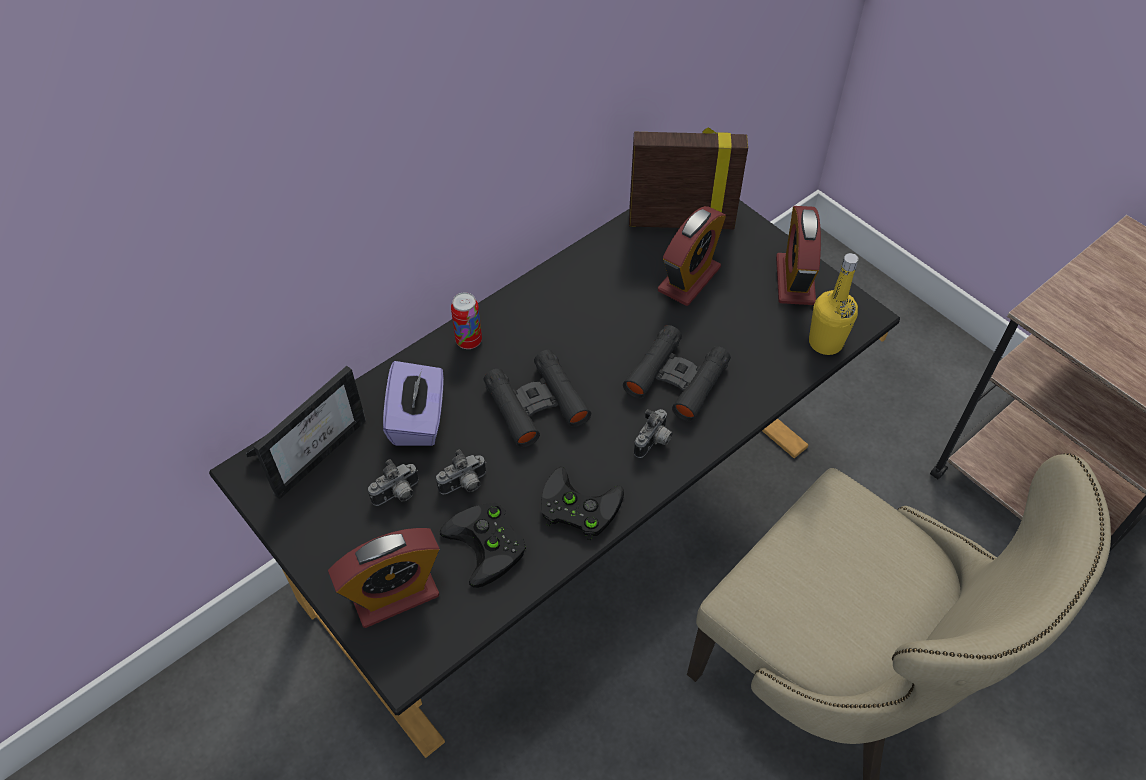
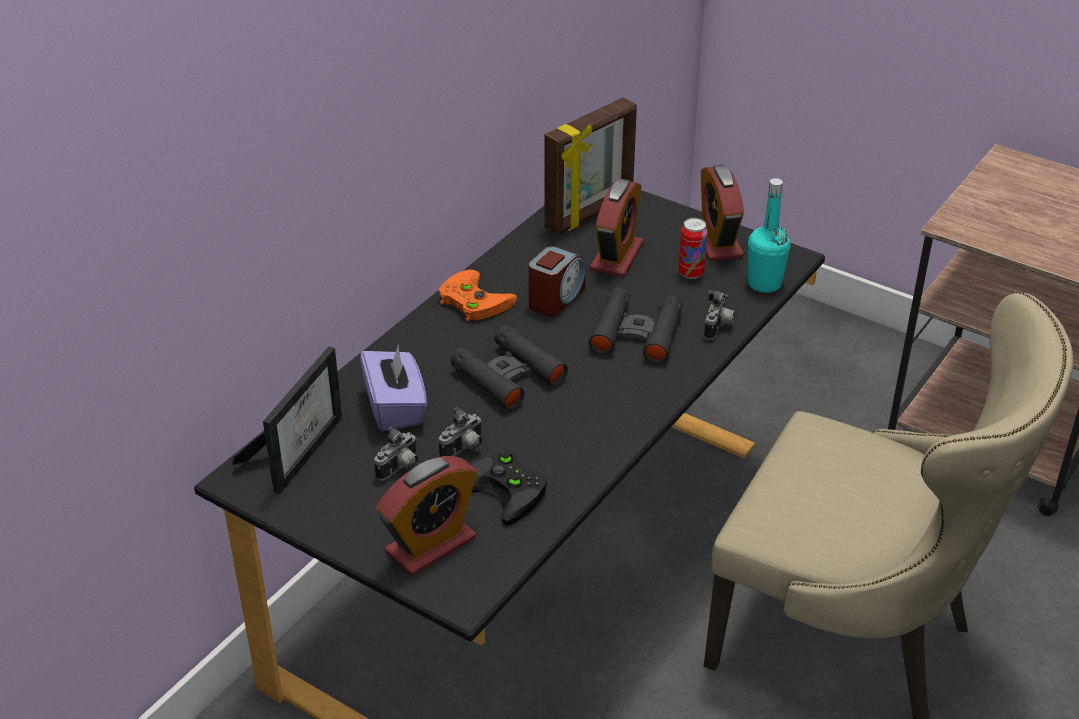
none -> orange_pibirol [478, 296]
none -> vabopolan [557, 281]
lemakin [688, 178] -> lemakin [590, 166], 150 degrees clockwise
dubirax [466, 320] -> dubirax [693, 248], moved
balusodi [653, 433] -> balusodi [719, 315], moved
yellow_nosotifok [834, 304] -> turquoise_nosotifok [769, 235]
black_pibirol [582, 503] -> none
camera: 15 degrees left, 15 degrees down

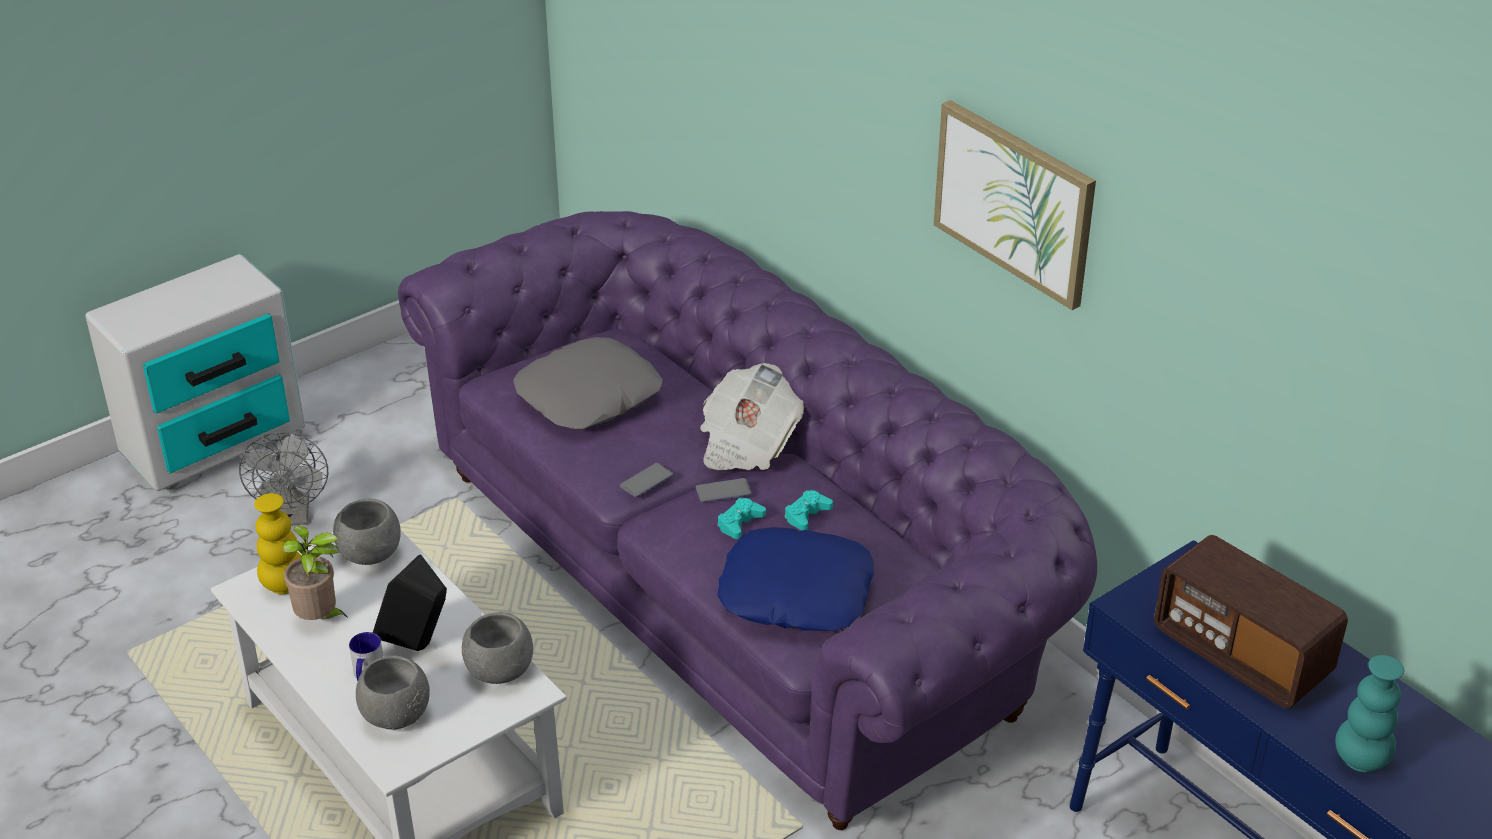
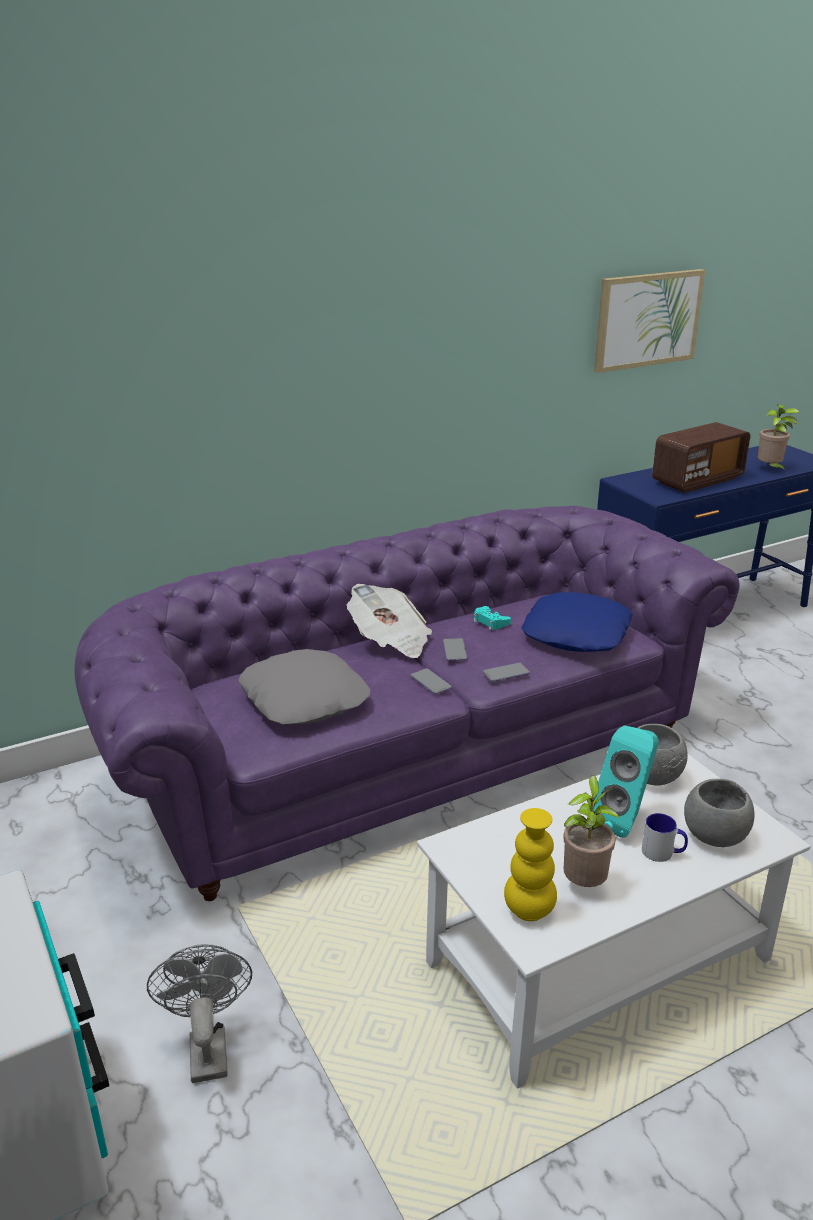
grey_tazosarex [283, 479] -> grey_tazosarex [199, 1013], 105 degrees counterclockwise
none -> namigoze [506, 672]
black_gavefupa [410, 602] -> turquoise_gavefupa [626, 781]
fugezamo [1015, 205] -> fugezamo [649, 321], moved
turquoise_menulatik [1369, 713] -> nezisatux [779, 438]
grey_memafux [367, 532] -> none
turquoise_pibirol [741, 518] -> none
camera: 80 degrees left, 10 degrees down

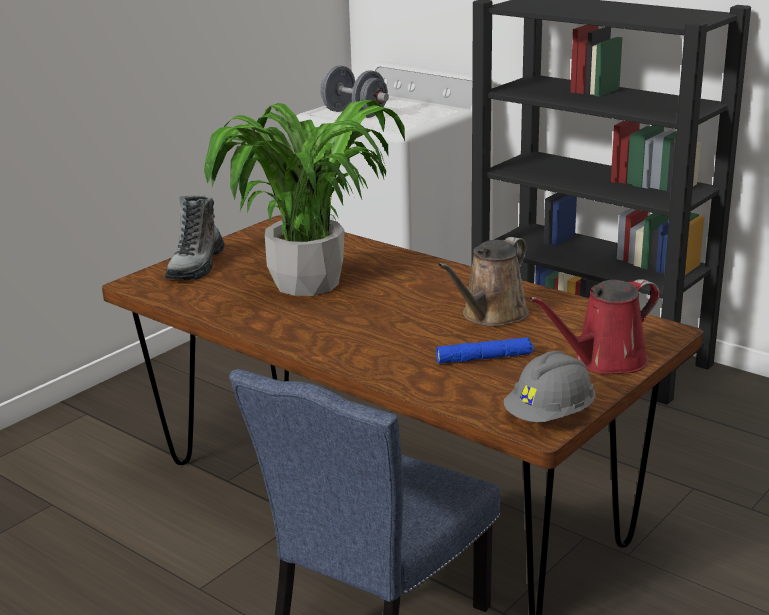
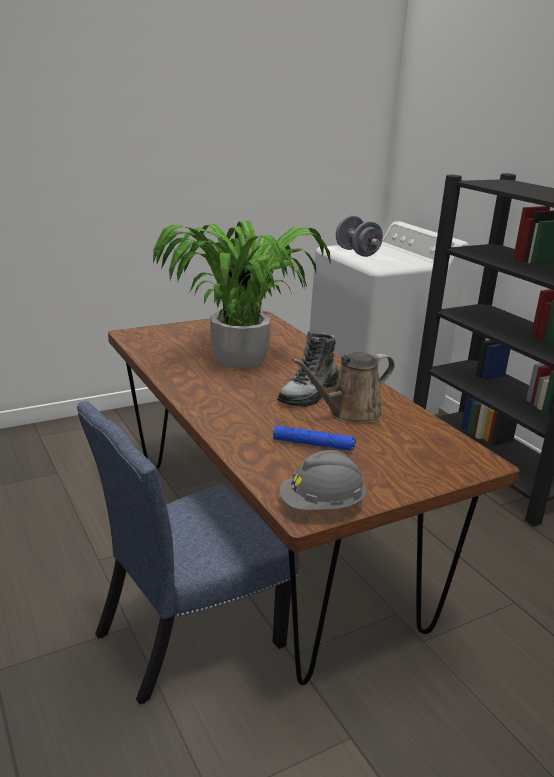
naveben [195, 237] -> naveben [308, 369], moved
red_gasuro [594, 326] -> none
camera: 20 degrees right, 0 degrees up

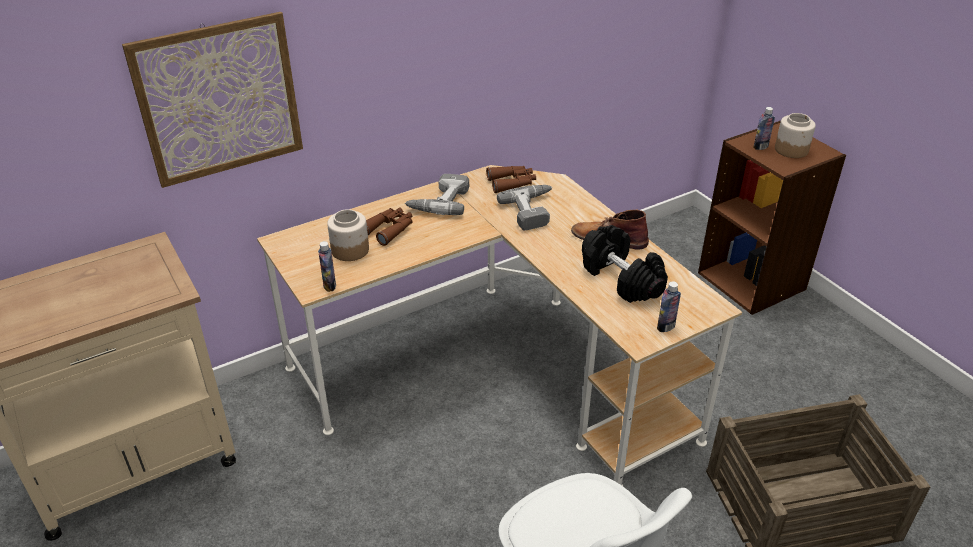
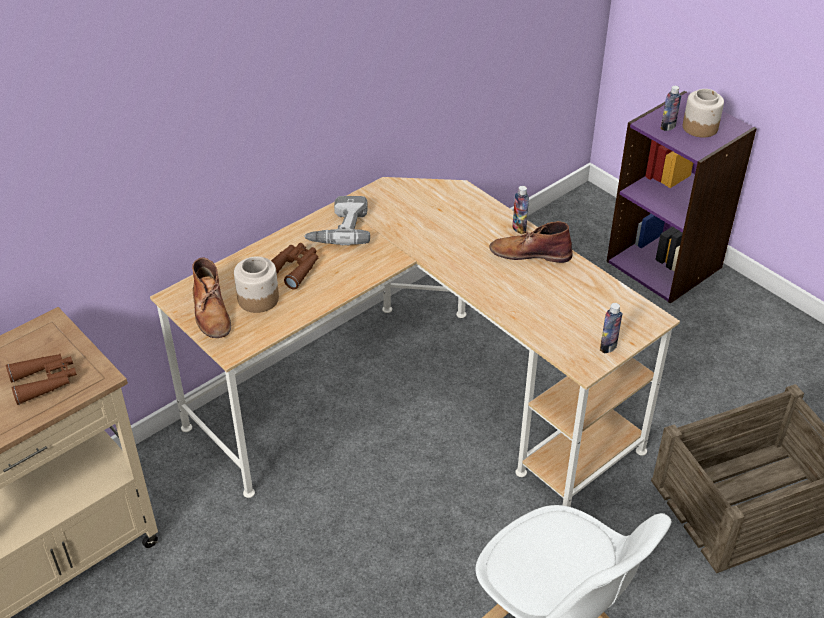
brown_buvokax [511, 179] -> brown_buvokax [41, 379], moved
none -> brown_naveben [211, 298]
nosotifok [327, 266] -> nosotifok [520, 210], moved
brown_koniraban [772, 218] -> purple_koniraban [681, 197]
fugezamo [212, 100] -> none
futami [524, 208] -> none
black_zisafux [625, 264] -> none
camera: 10 degrees left, 5 degrees up

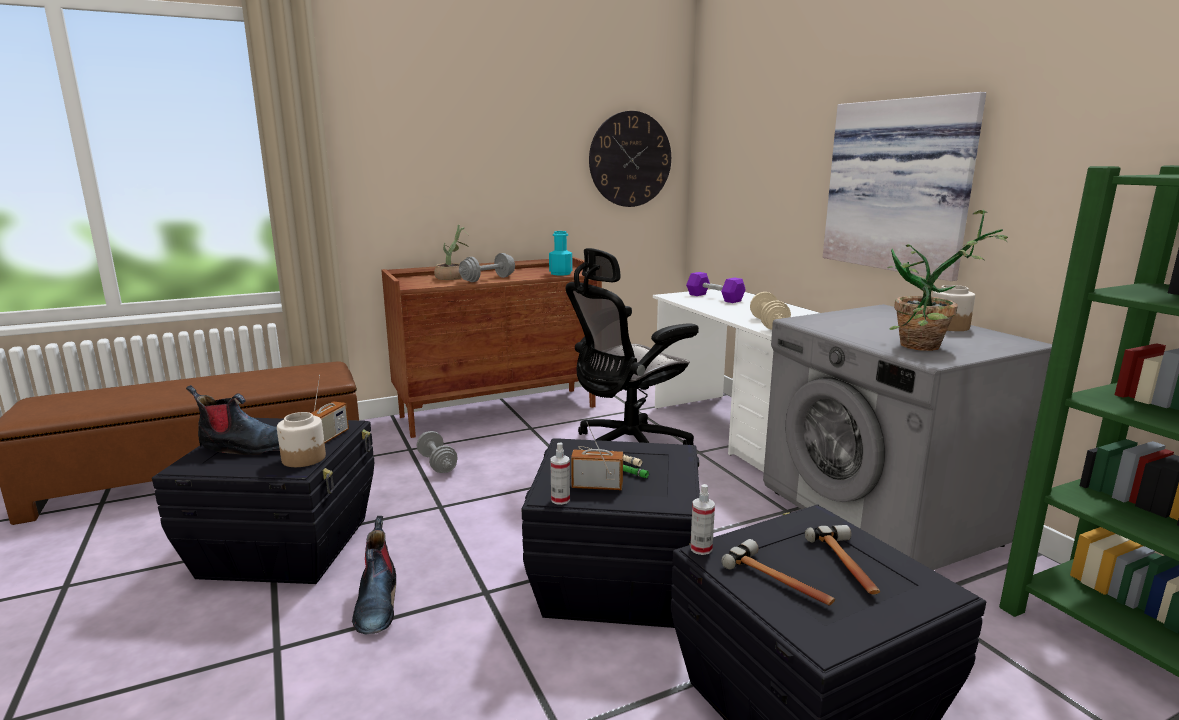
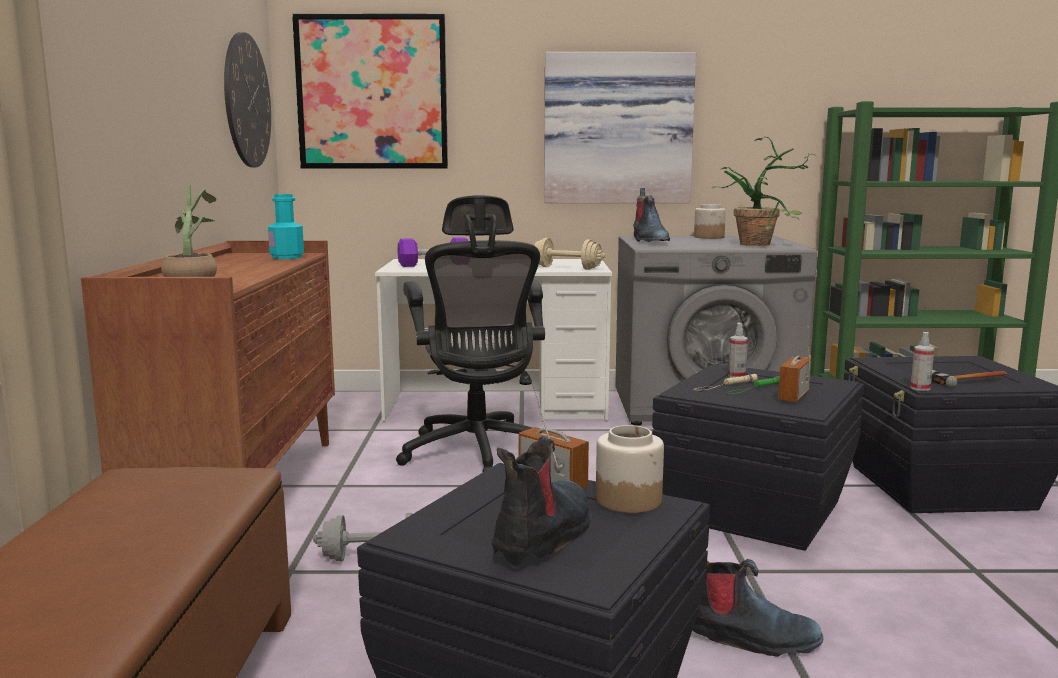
none -> fugezamo [370, 90]
none -> naveben [651, 215]
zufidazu [560, 473] -> zufidazu [738, 350], moved
grey_zisafux [487, 267] -> none
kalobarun [842, 559] -> none
camera: 65 degrees left, 5 degrees down

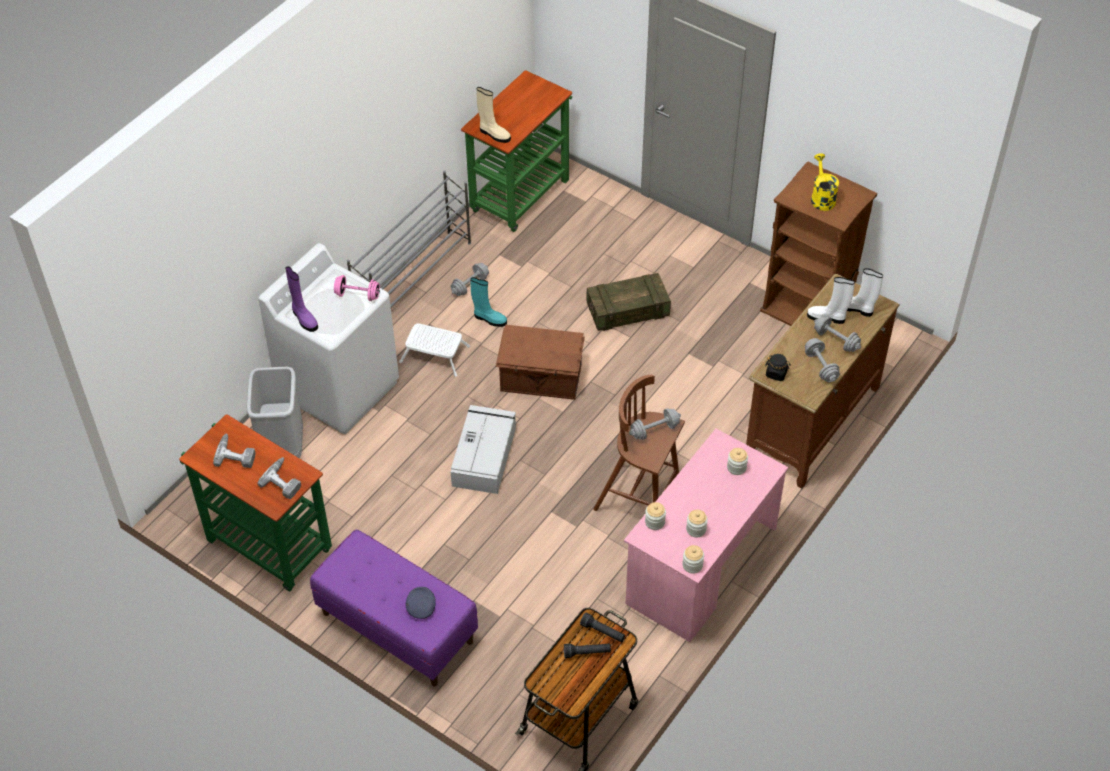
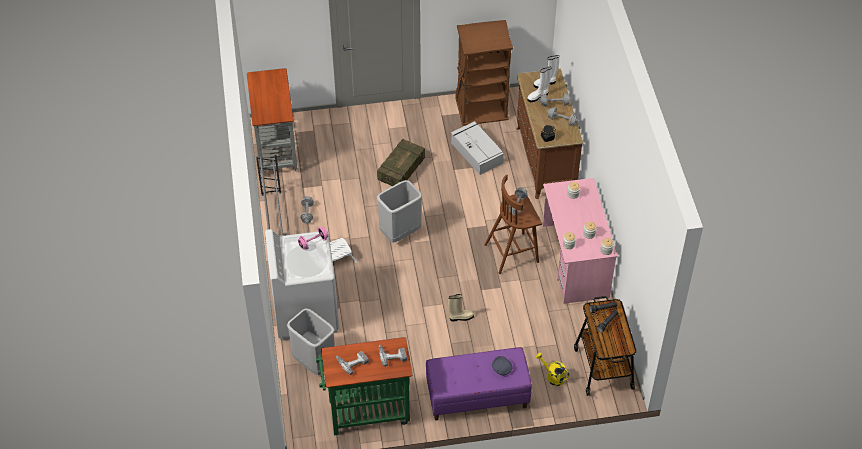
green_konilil [516, 151] -> grey_konilil [272, 121]
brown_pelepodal [540, 362] -> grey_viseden [399, 211]
beige_naveben [494, 115] -> beige_naveben [461, 307], moved
grey_pelepodal [483, 449] -> grey_pelepodal [477, 148], moved
yellow_gasuro [825, 182] -> yellow_gasuro [552, 369], moved
purple_naveben [301, 299] -> none
turquoise_naveben [489, 302] -> none
camera: 45 degrees left, 0 degrees up

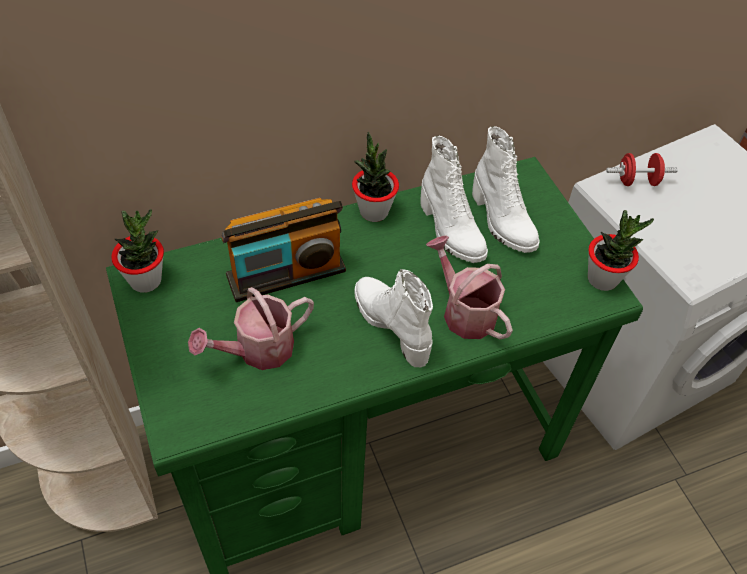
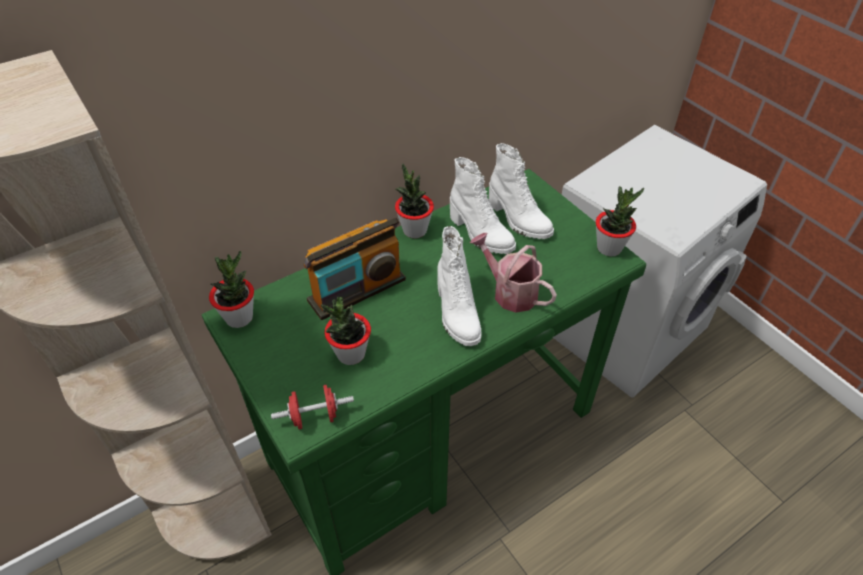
red_zisafux [642, 169] -> red_zisafux [312, 407], moved
gasuro [251, 328] -> nezisatux [346, 330]
white_naveben [393, 318] -> white_naveben [459, 286], 150 degrees counterclockwise
camera: 10 degrees left, 5 degrees down

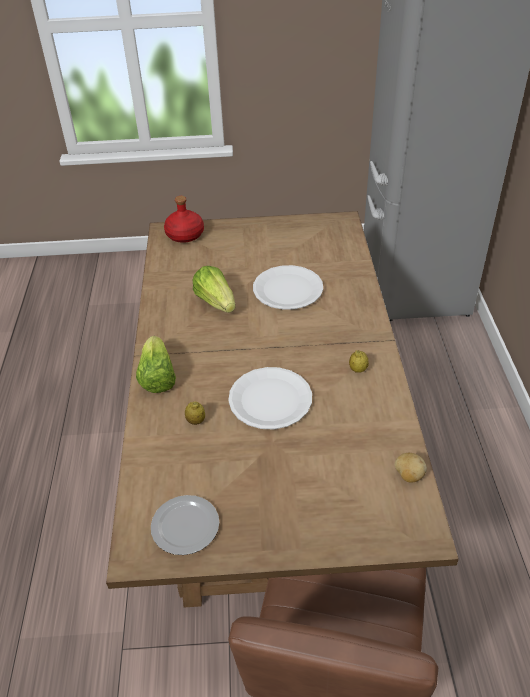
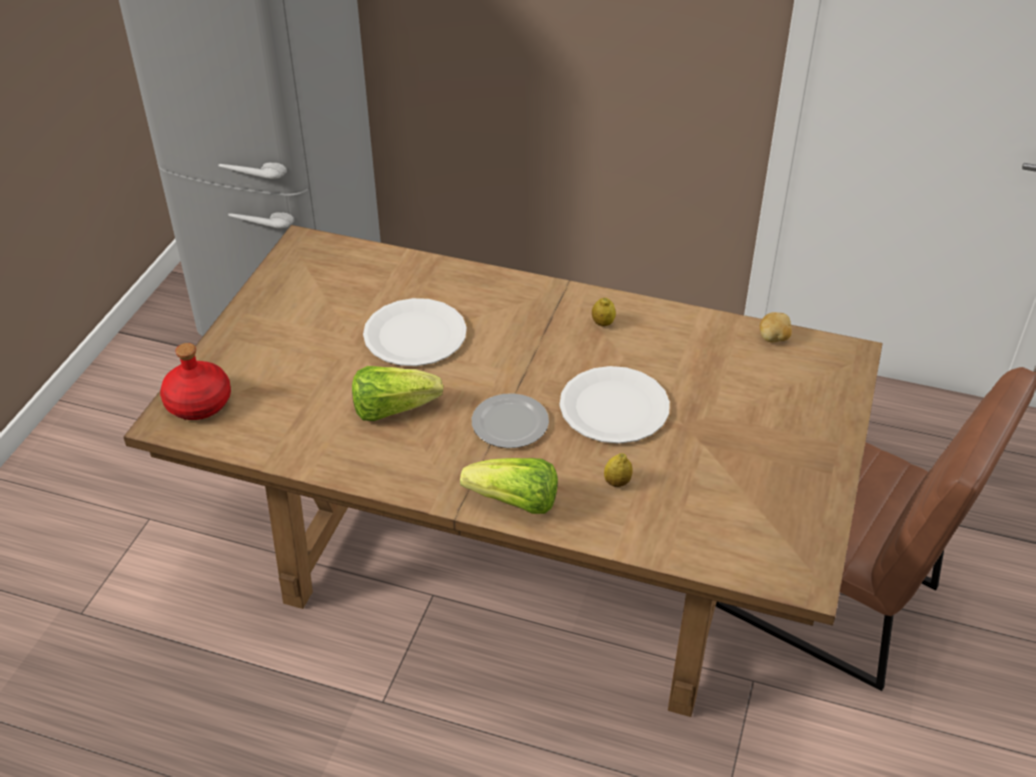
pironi [185, 525] -> pironi [510, 420], moved
camera: 70 degrees left, 0 degrees up

